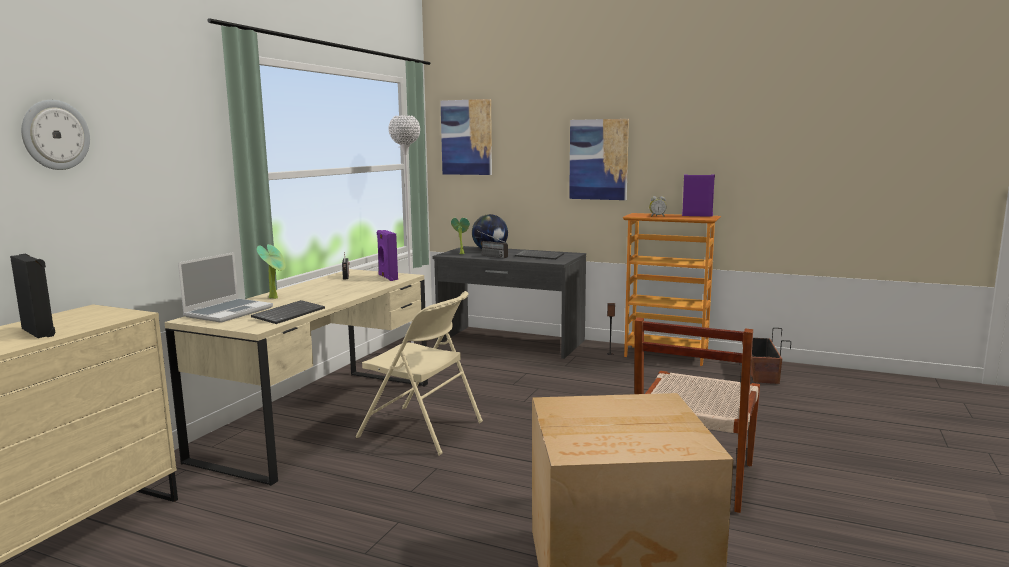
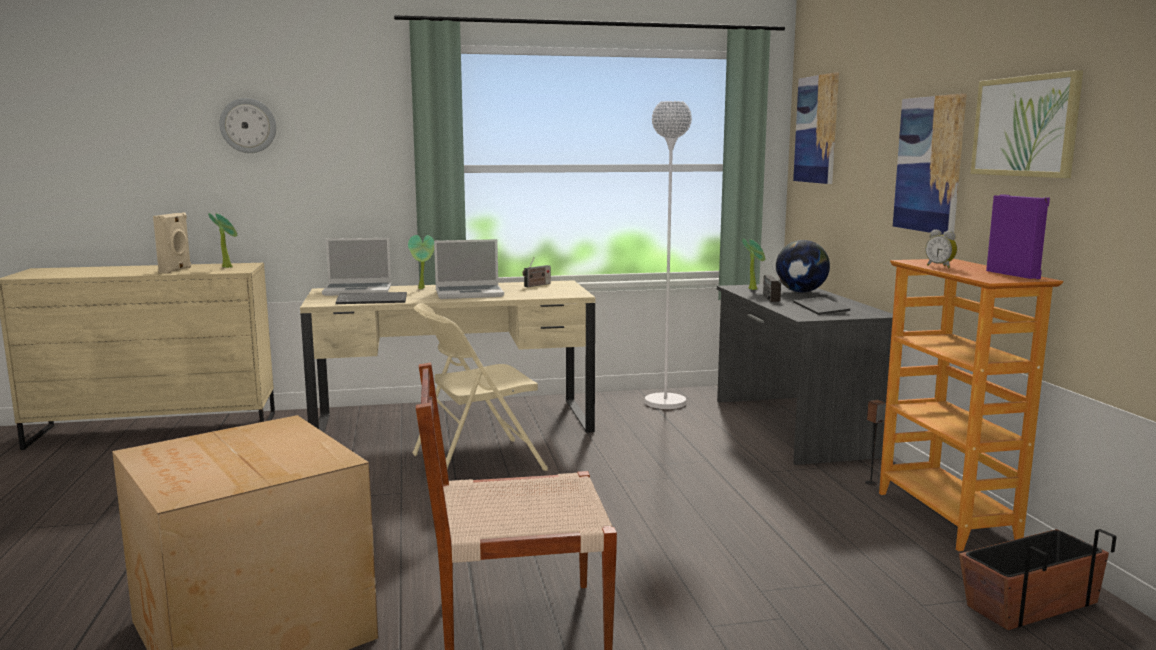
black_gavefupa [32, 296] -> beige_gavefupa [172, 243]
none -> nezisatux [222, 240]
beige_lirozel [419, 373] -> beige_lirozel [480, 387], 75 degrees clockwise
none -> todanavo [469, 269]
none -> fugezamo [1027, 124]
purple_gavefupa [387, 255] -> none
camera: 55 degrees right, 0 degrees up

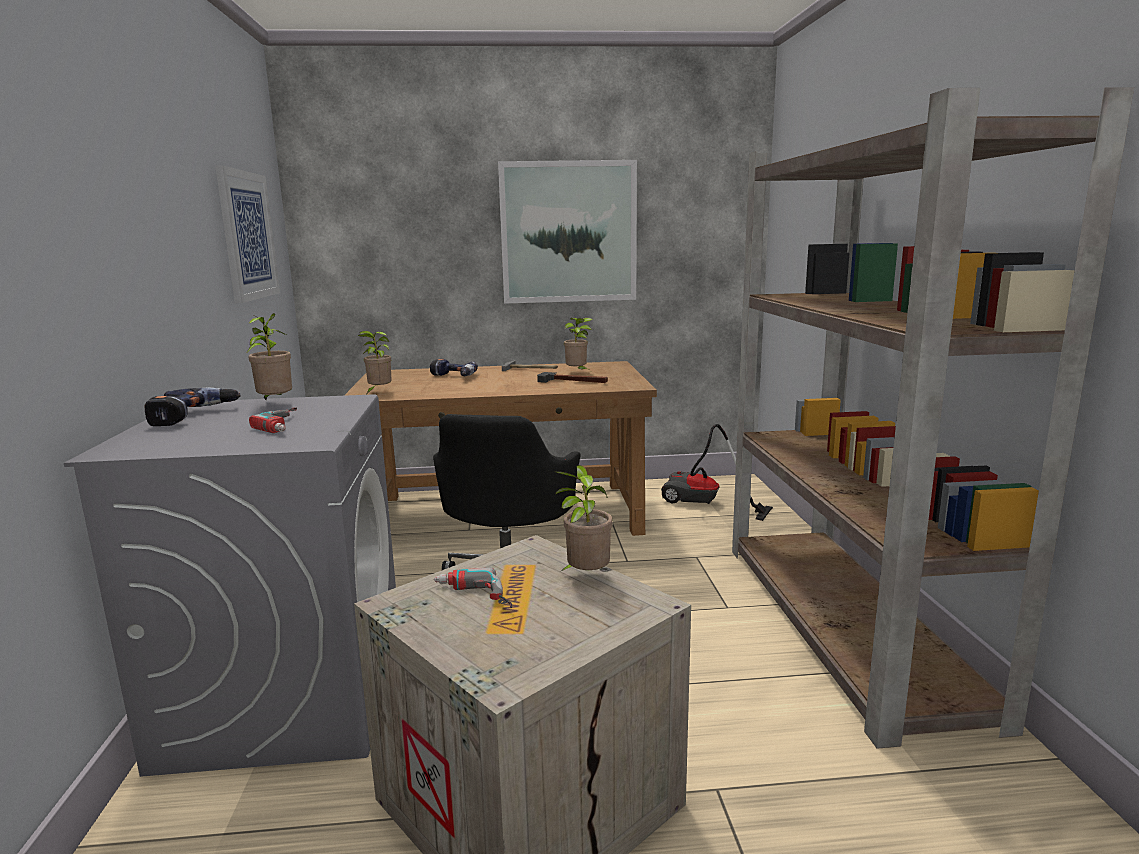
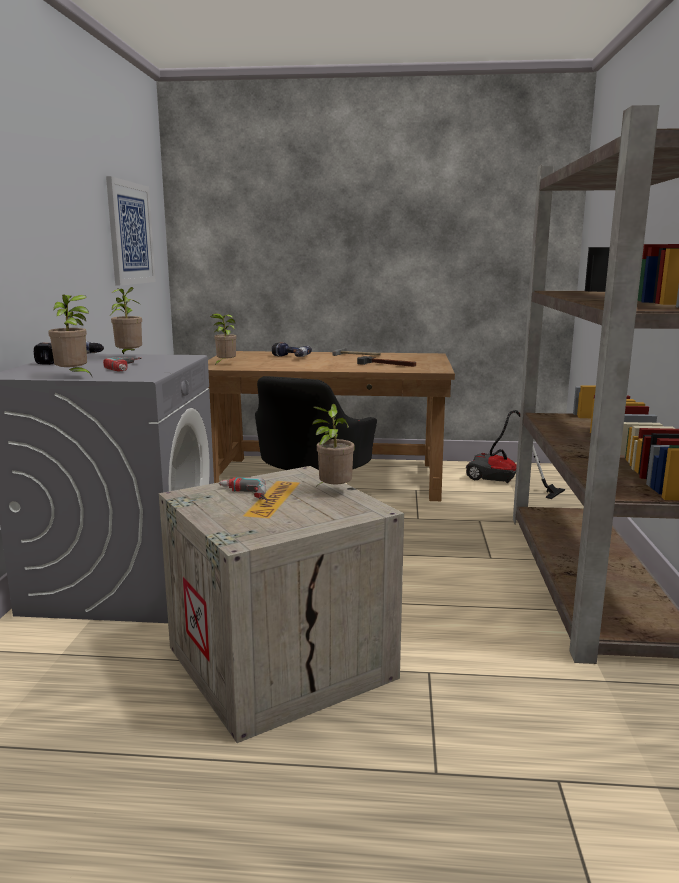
nezisatux [578, 343] -> nezisatux [70, 335], moved
fugezamo [567, 232] -> none
camera: 10 degrees right, 0 degrees up

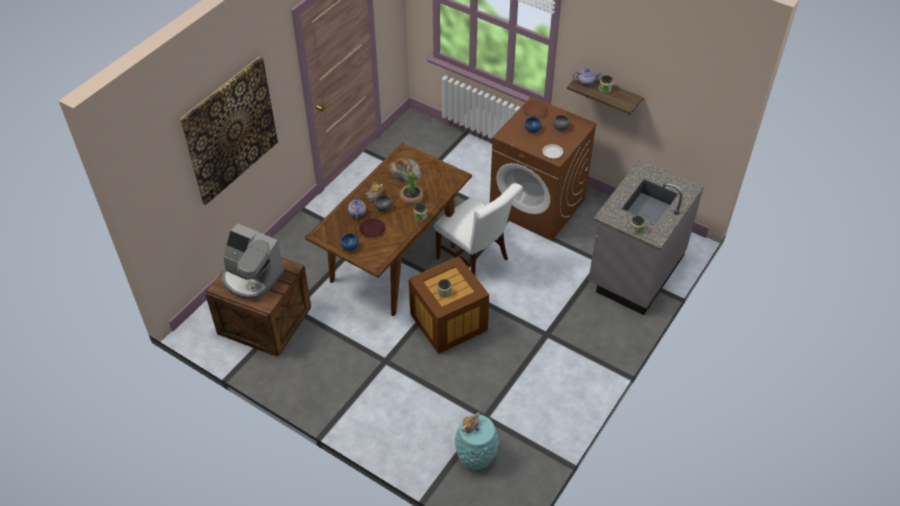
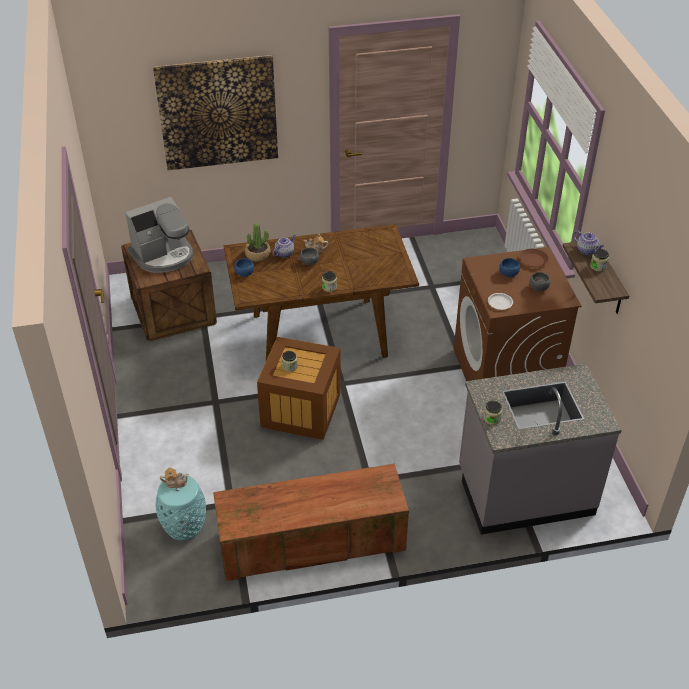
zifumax [253, 262] -> zifumax [159, 235], 105 degrees counterclockwise
none -> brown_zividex [311, 522]
nezisatux [411, 189] -> nezisatux [258, 242], moved
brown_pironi [372, 227] -> none
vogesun [405, 170] -> none
white_lirozel [478, 229] -> none
camera: 45 degrees right, 5 degrees down

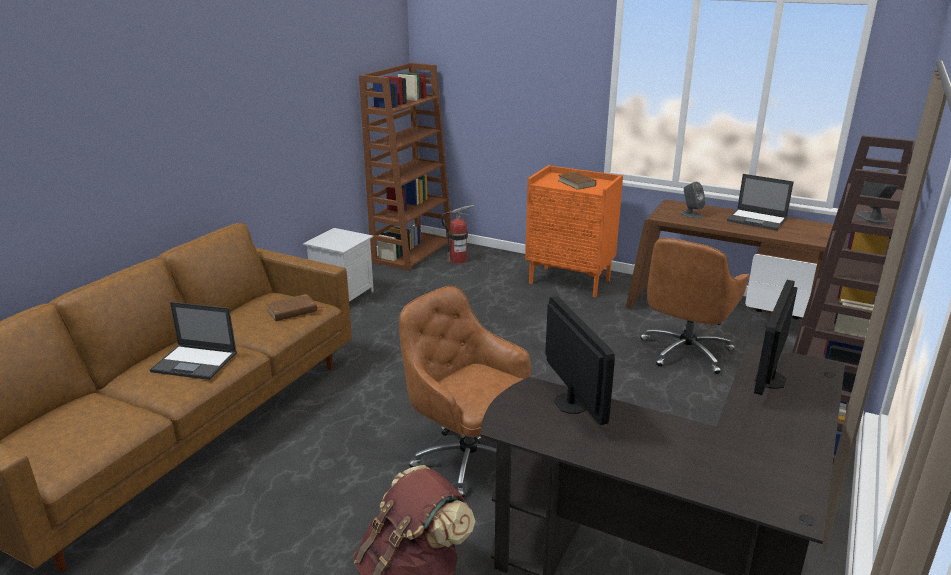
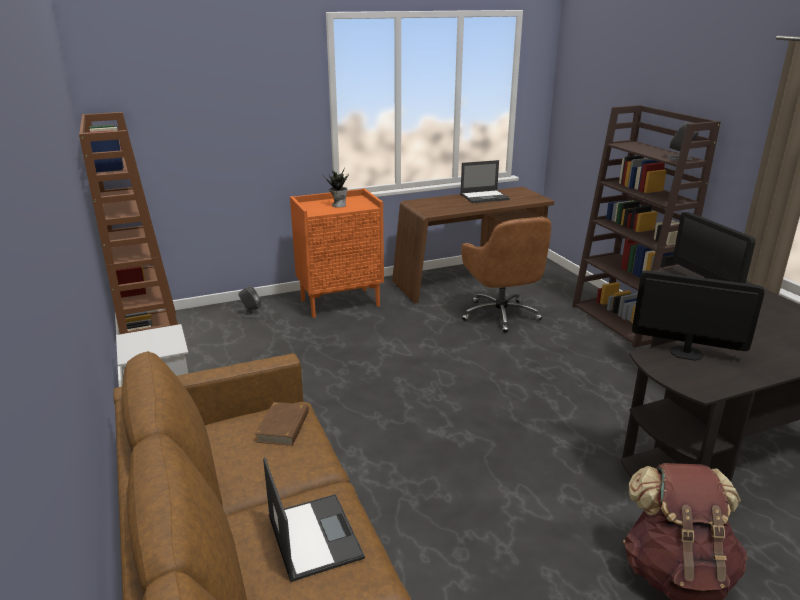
grey_gavefupa [693, 200] -> grey_gavefupa [250, 302], moved
todanavo [193, 341] -> todanavo [314, 519], 75 degrees counterclockwise
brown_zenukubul [577, 181] -> nezisatux [336, 187]
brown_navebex [465, 392] -> none
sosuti [457, 234] -> none
camera: 50 degrees left, 0 degrees up

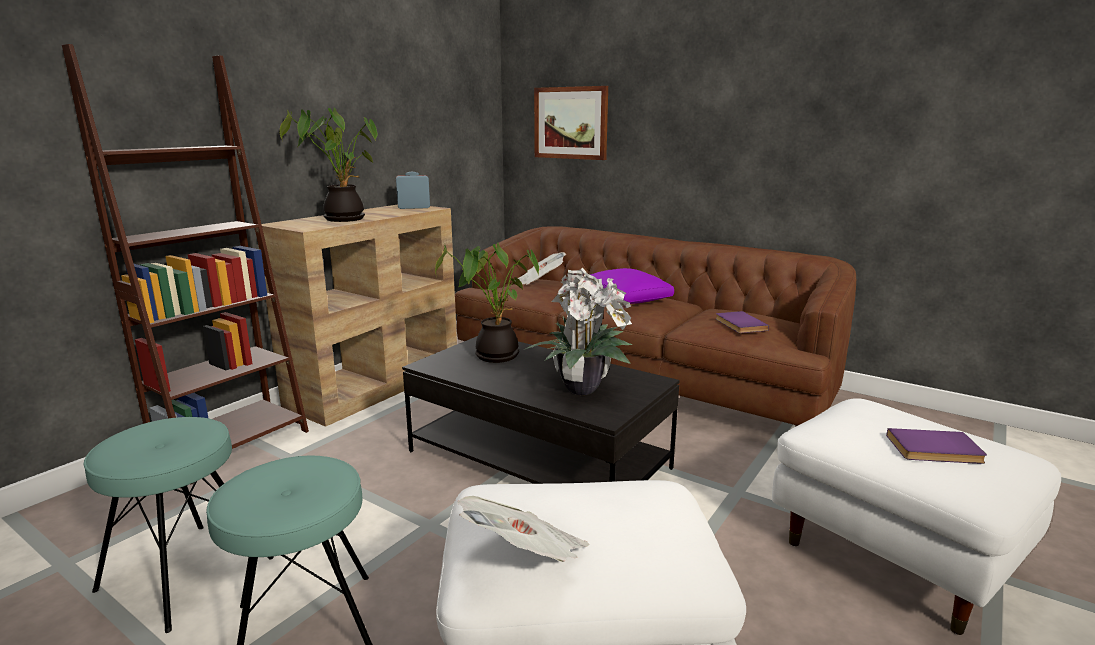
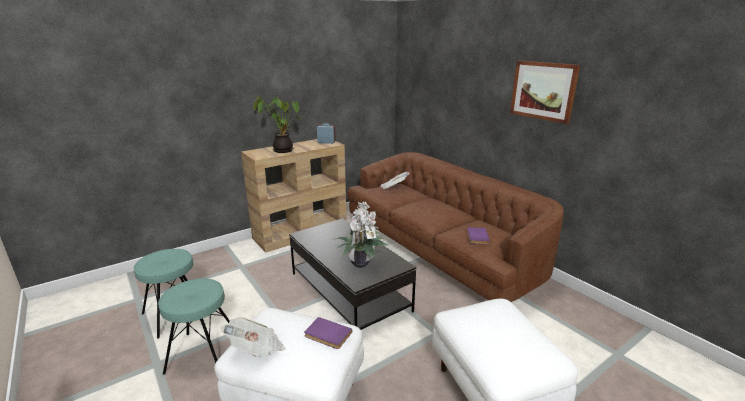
purple_zenukubul [936, 446] -> purple_zenukubul [328, 333], moved
fugezamo [571, 123] -> fugezamo [545, 92], moved
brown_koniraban [185, 264] -> none
nezisatux [487, 302] -> none
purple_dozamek [632, 286] -> none
camera: 20 degrees right, 5 degrees up

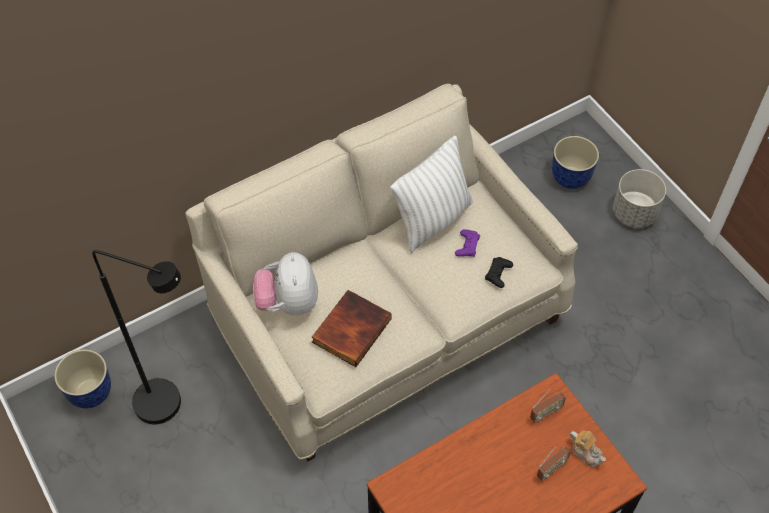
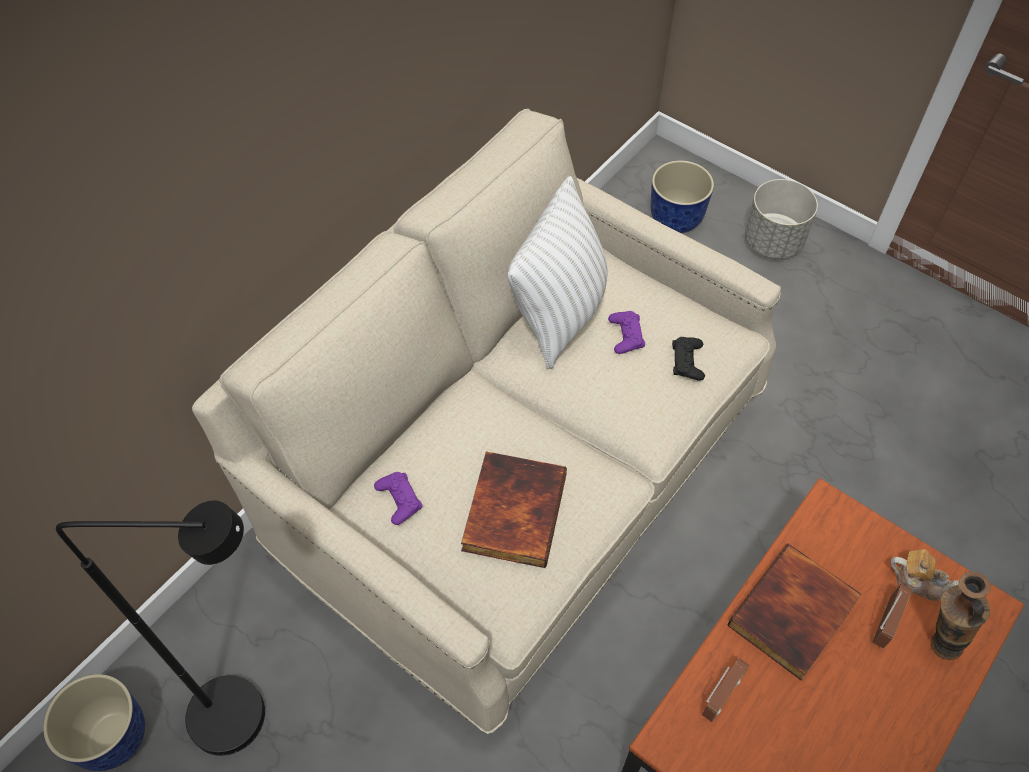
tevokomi [285, 283] -> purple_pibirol [398, 498]
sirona [548, 406] -> sirona [725, 690], moved
none -> zenukubul [794, 612]
none -> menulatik [961, 615]
camera: 20 degrees left, 0 degrees up

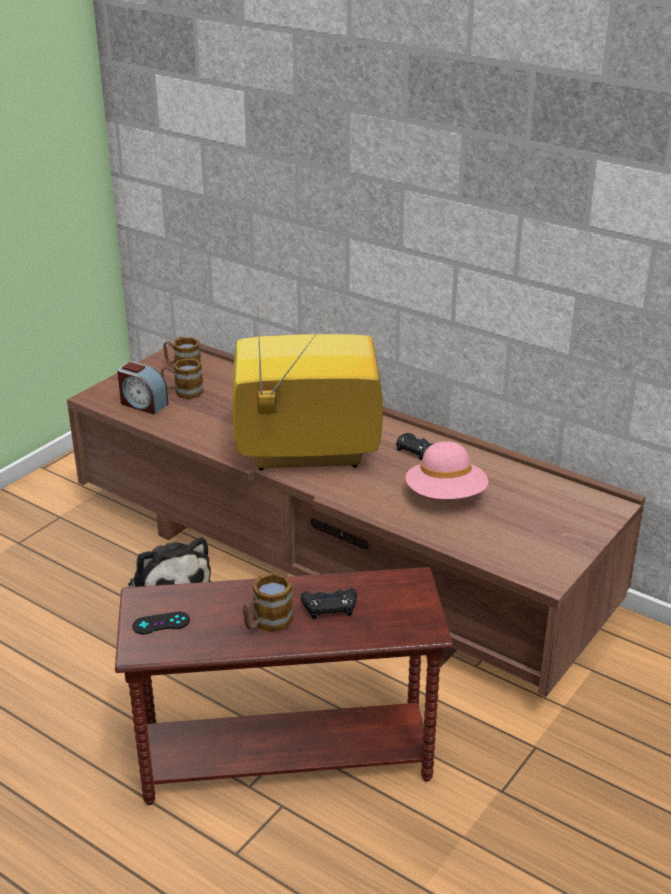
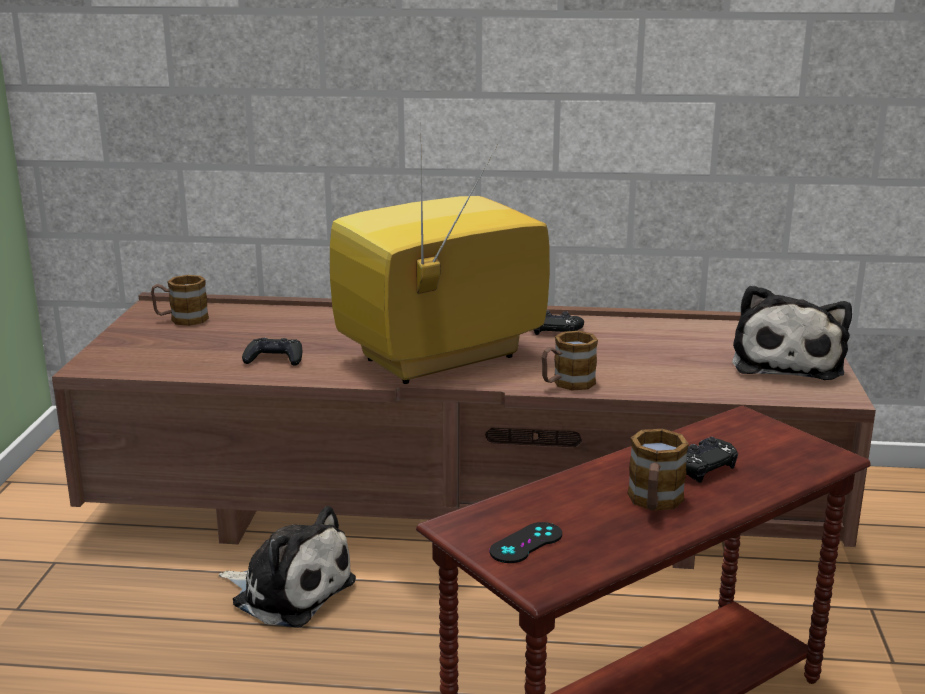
none -> black_pibirol [272, 352]
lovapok [182, 378] -> lovapok [570, 361], moved
none -> tevokomi [792, 332]
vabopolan [142, 388] -> none
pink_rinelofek [447, 470] -> none
camera: 30 degrees left, 10 degrees down

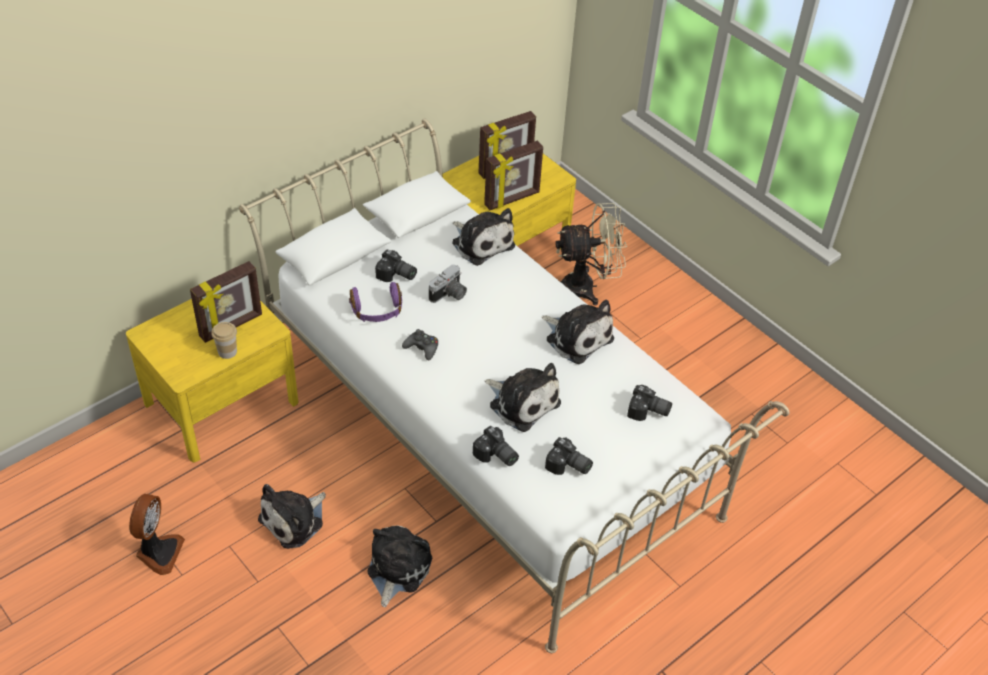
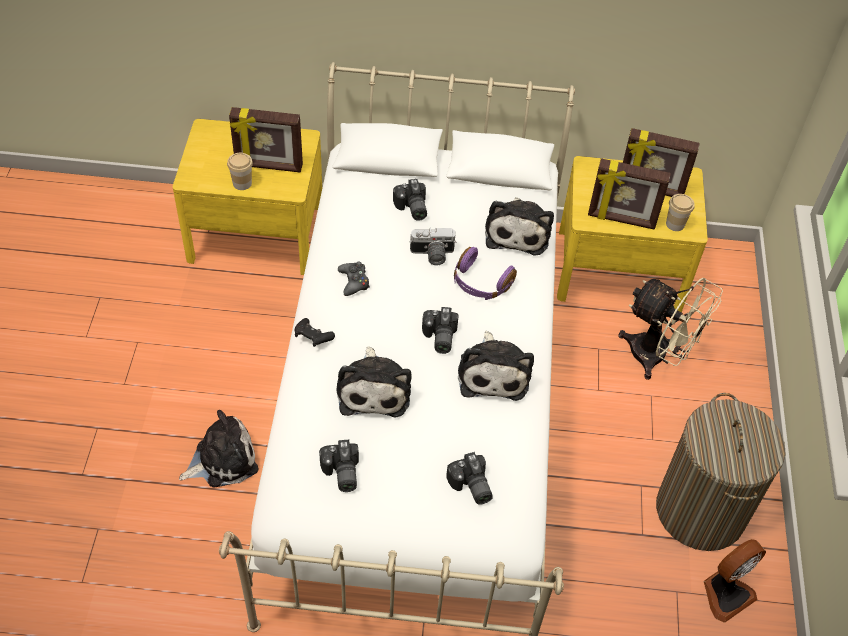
none -> black_pibirol [314, 332]
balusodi [496, 446] -> balusodi [440, 330], moved
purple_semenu [375, 302] -> purple_semenu [485, 273], moved
none -> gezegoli [721, 472]
none -> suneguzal [680, 212]
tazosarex [157, 534] -> tazosarex [735, 581], moved
tevokomi [292, 516] -> none
camera: 45 degrees right, 5 degrees up

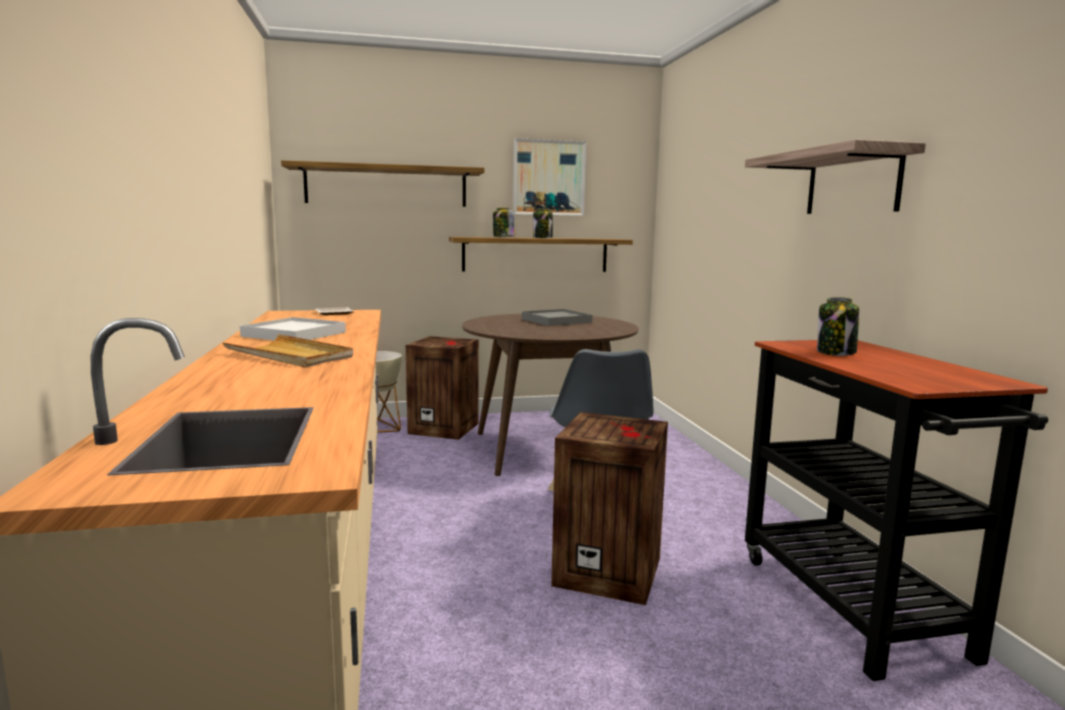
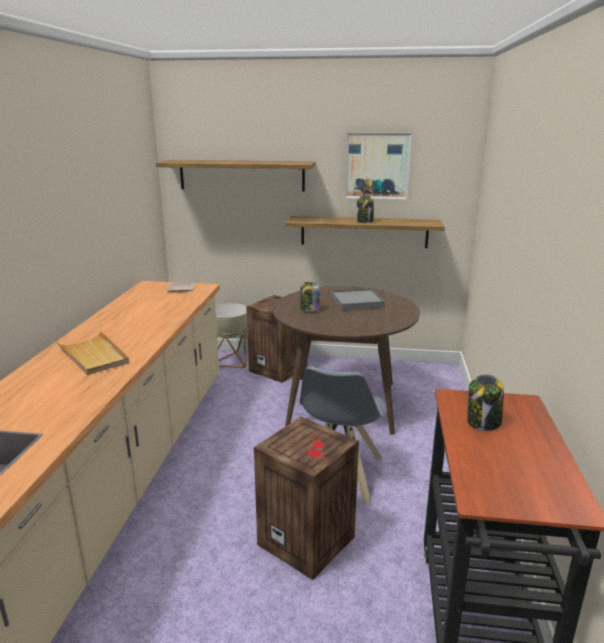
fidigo [504, 222] -> fidigo [310, 297], moved
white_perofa [293, 328] -> none
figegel [835, 176] -> none
camera: 20 degrees right, 10 degrees up

